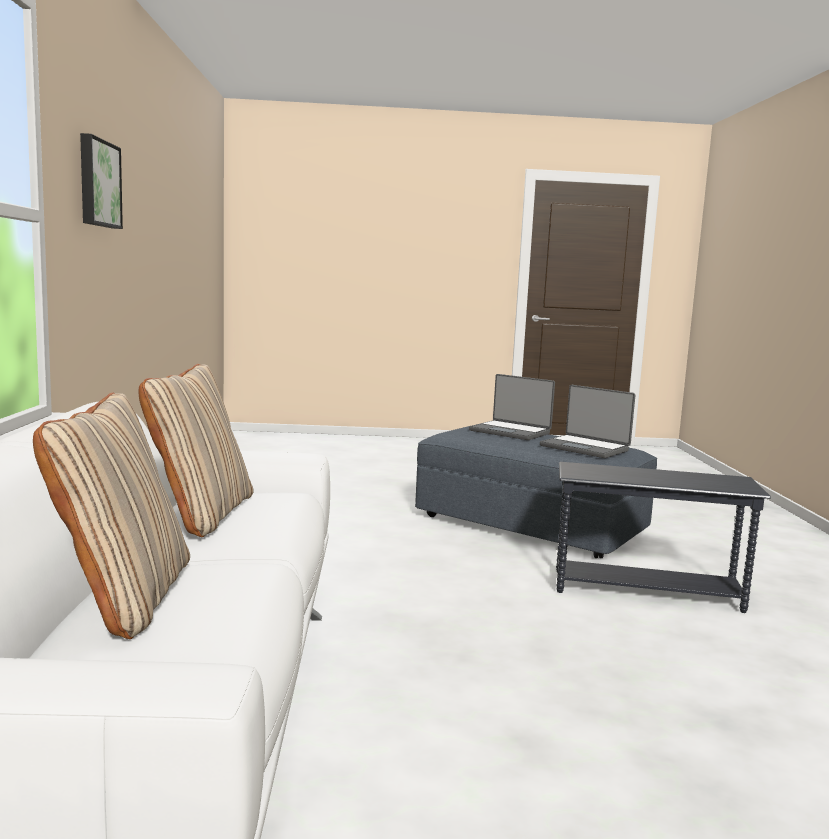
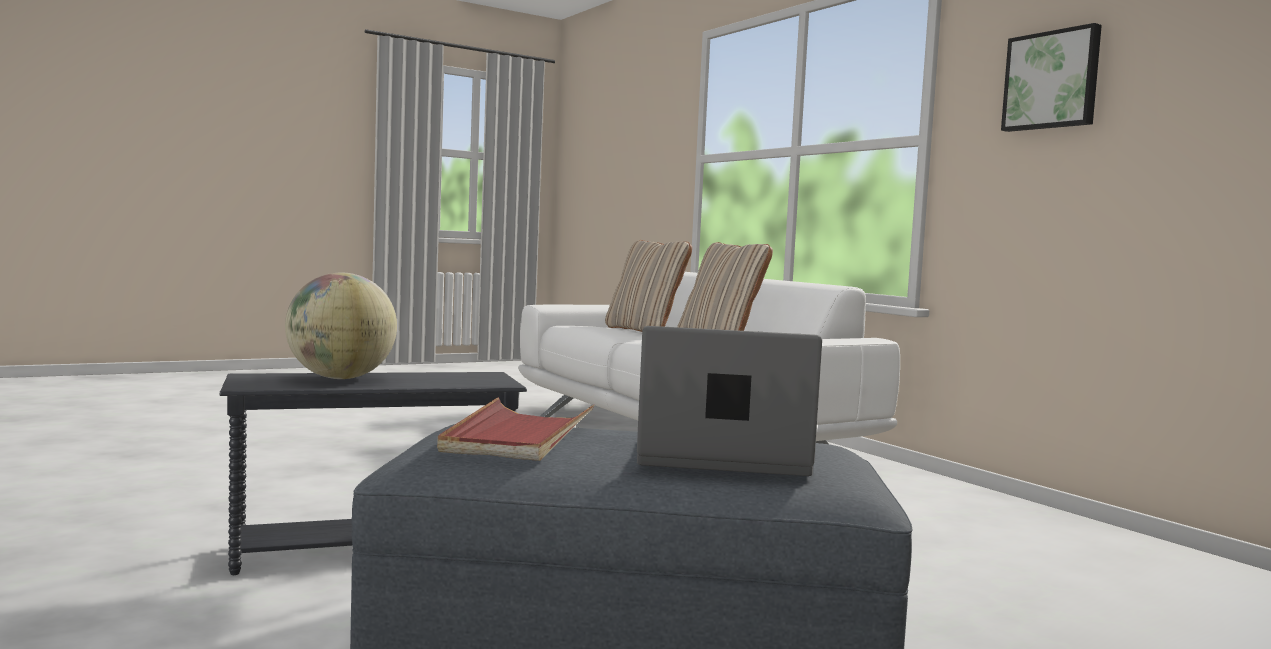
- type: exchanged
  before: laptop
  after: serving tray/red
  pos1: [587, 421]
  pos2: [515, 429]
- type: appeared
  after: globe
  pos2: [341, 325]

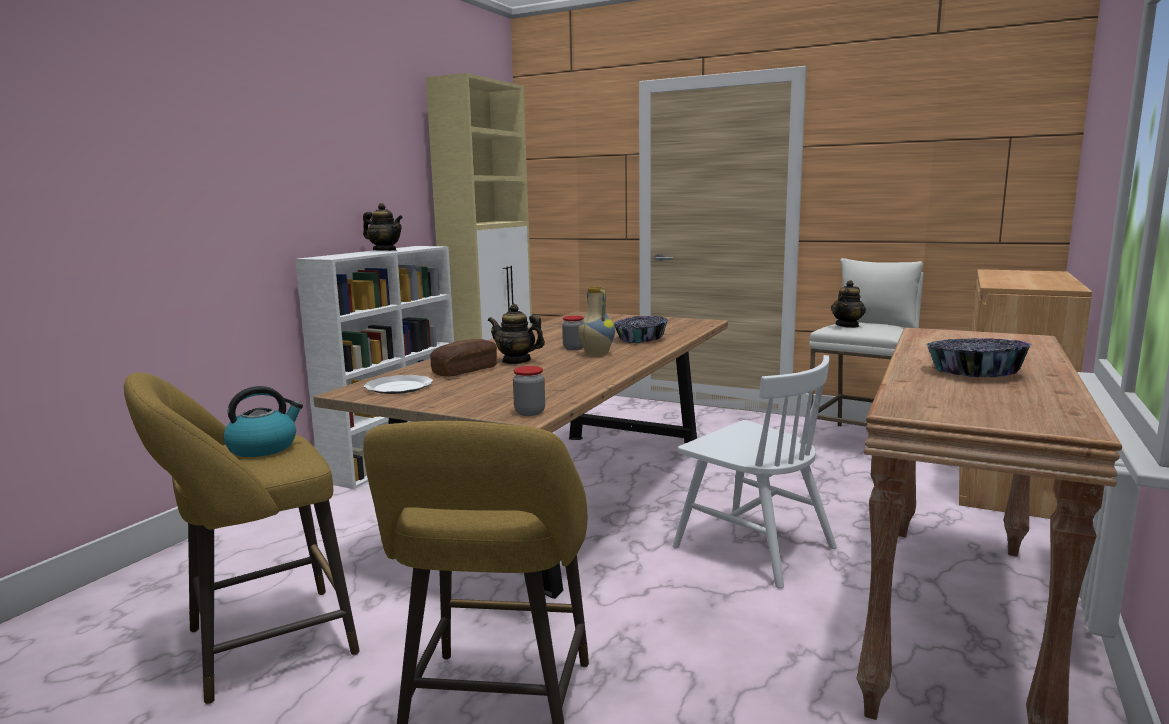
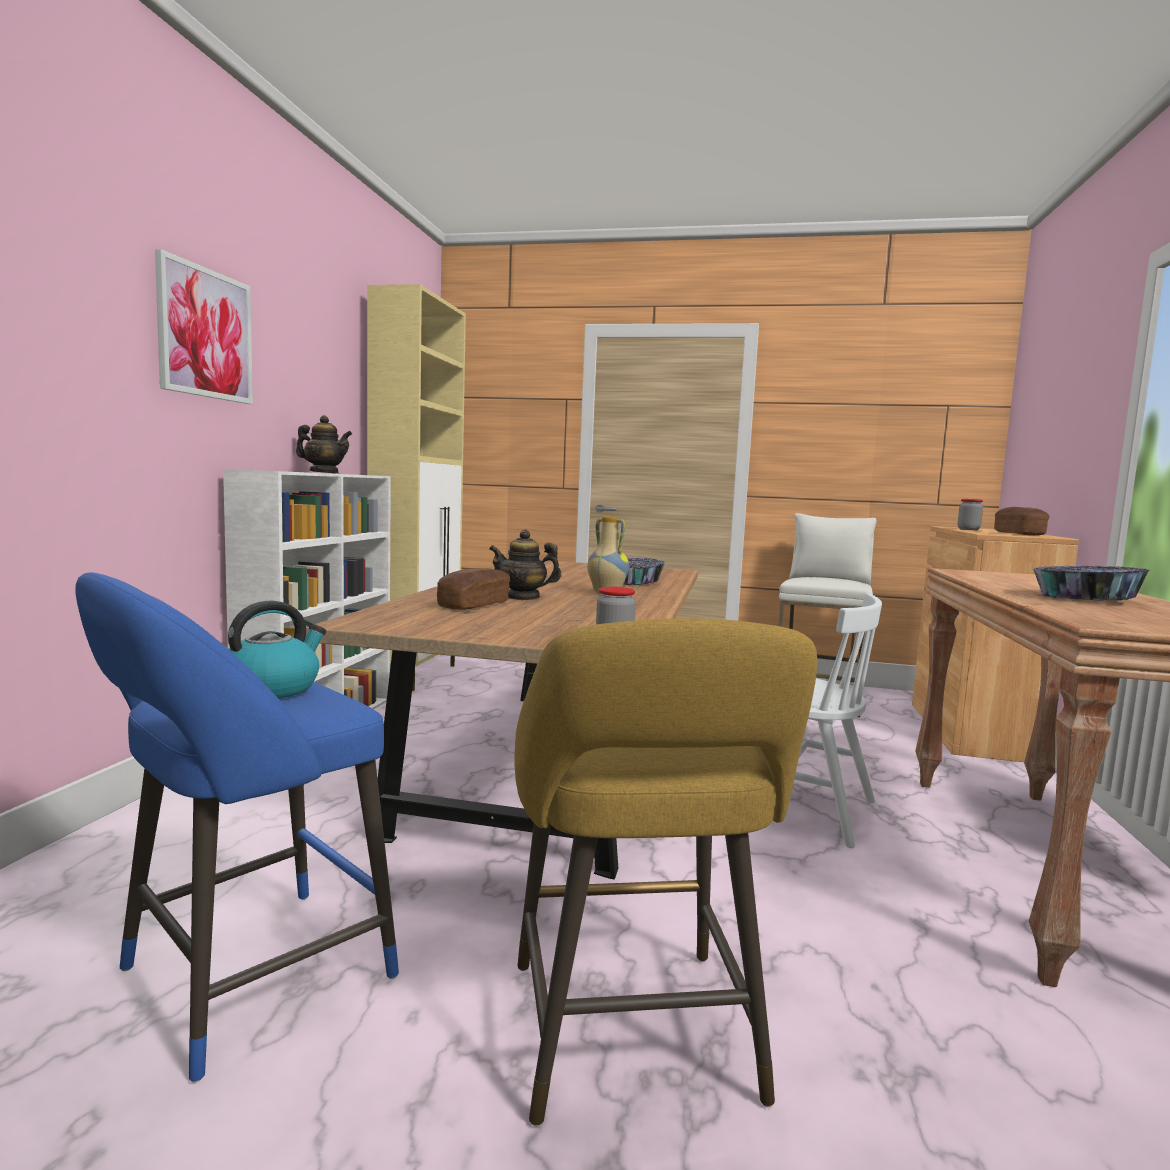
- type: missing
  before: pot for tea
  pos1: [848, 304]
- type: relocated
  before: preserve jar
  pos1: [573, 333]
  pos2: [970, 514]
- type: colour
  before: stool seat/yellowish
  after: stool seat/blue
  pos1: [242, 538]
  pos2: [237, 827]
- type: missing
  before: dinner plate
  pos1: [398, 384]
- type: appeared
  after: wall art
  pos2: [204, 326]
- type: appeared
  after: bakery bread
  pos2: [1022, 521]

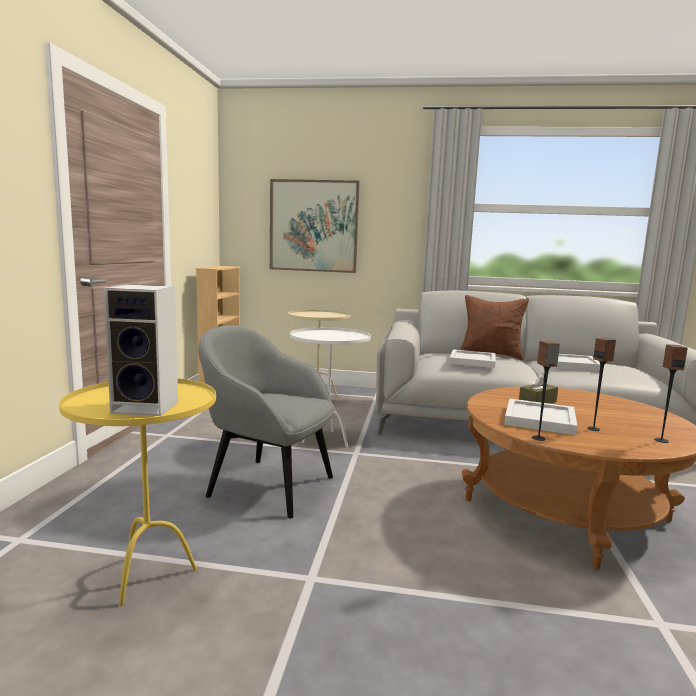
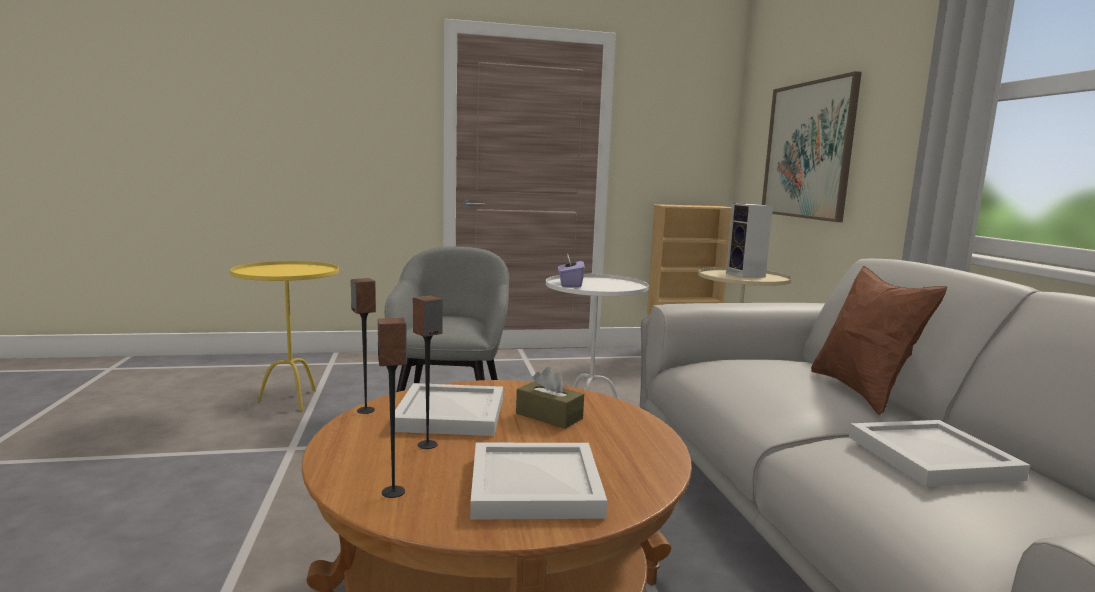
- type: relocated
  before: loudspeaker
  pos1: [140, 350]
  pos2: [749, 240]
- type: relocated
  before: serving tray/whitish
  pos1: [472, 358]
  pos2: [538, 481]
- type: appeared
  after: box of tissues/purplish
  pos2: [571, 271]

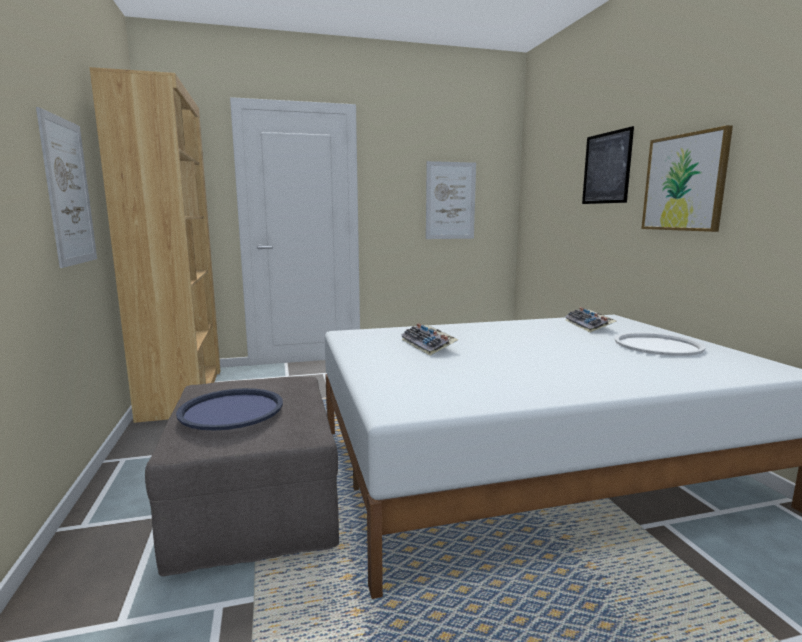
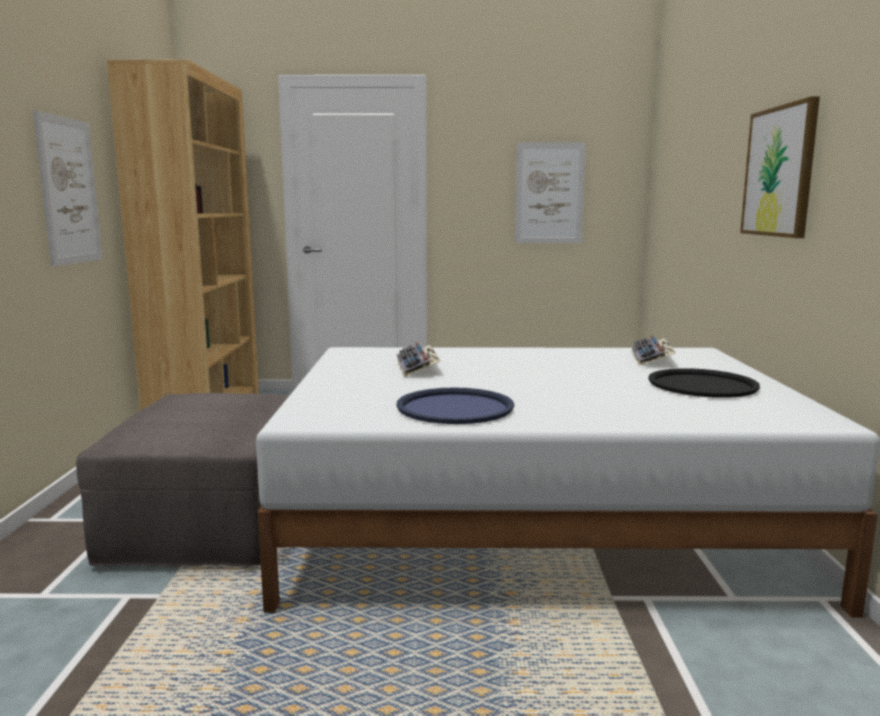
- type: missing
  before: wall art
  pos1: [608, 165]
- type: colour
  before: serving tray/whitish
  after: serving tray/blackish
  pos1: [660, 344]
  pos2: [704, 383]
- type: relocated
  before: serving tray/blue
  pos1: [229, 409]
  pos2: [455, 405]

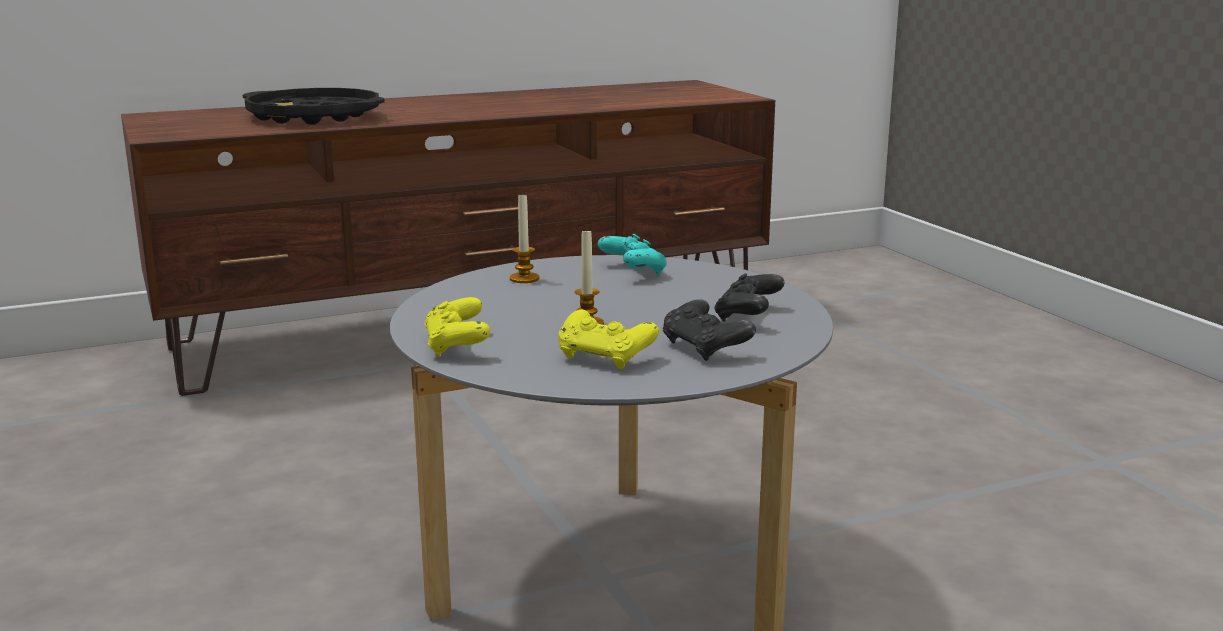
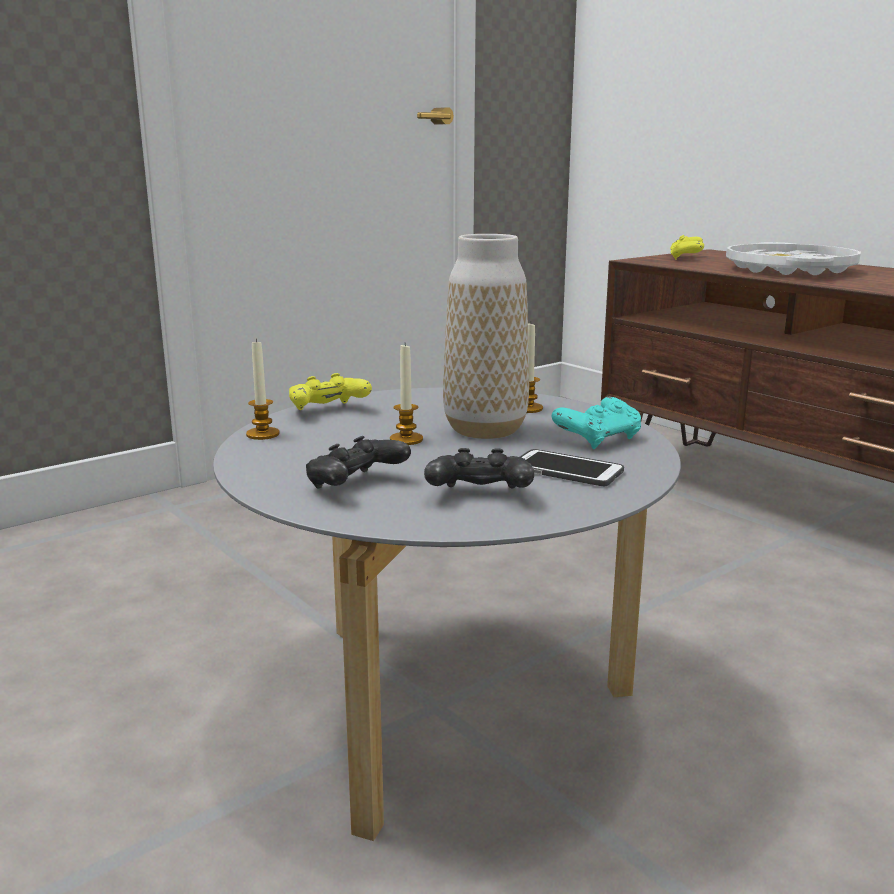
- type: colour
  before: serving tray/blackish
  after: serving tray/whitish
  pos1: [314, 106]
  pos2: [793, 258]
- type: relocated
  before: game controller/yellowish
  pos1: [609, 339]
  pos2: [687, 247]
- type: appeared
  after: decorative vase
  pos2: [486, 336]
- type: appeared
  after: candle
  pos2: [263, 389]
- type: appeared
  after: handset
  pos2: [572, 467]

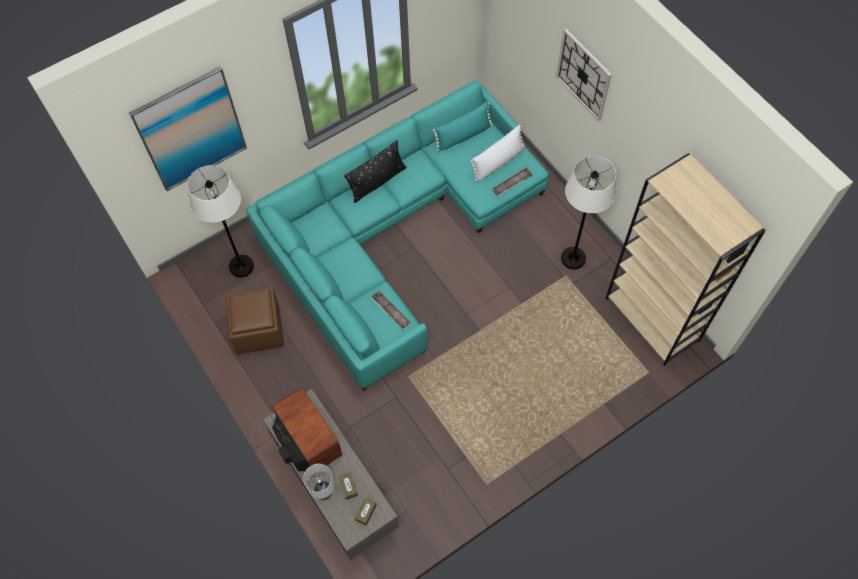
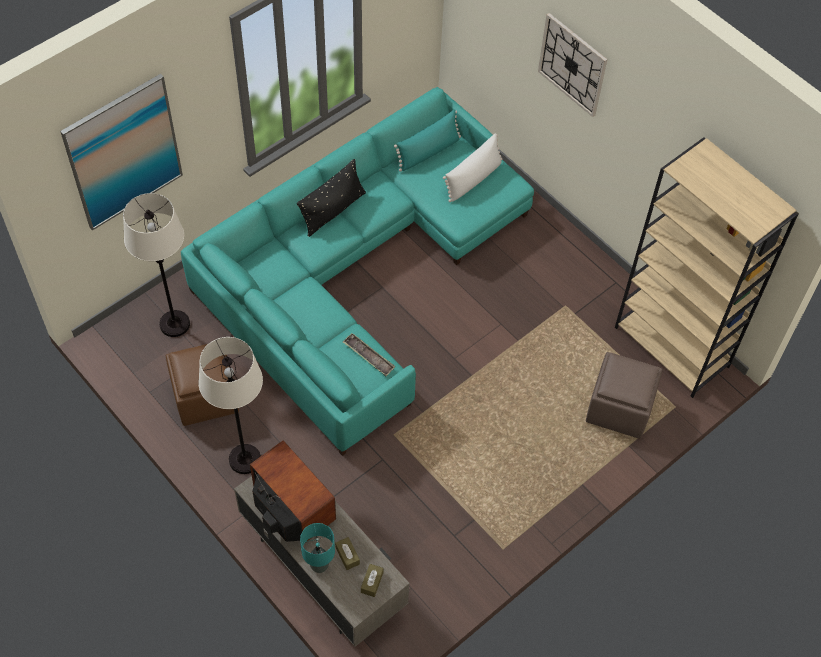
- type: relocated
  before: floor lamp/whitish
  pos1: [588, 212]
  pos2: [230, 405]
- type: missing
  before: serving tray
  pos1: [512, 181]
- type: colour
  before: lamp for a table/whitish
  after: lamp for a table/blue-green
  pos1: [319, 482]
  pos2: [317, 548]
- type: appeared
  after: pouffe/brown
  pos2: [624, 395]

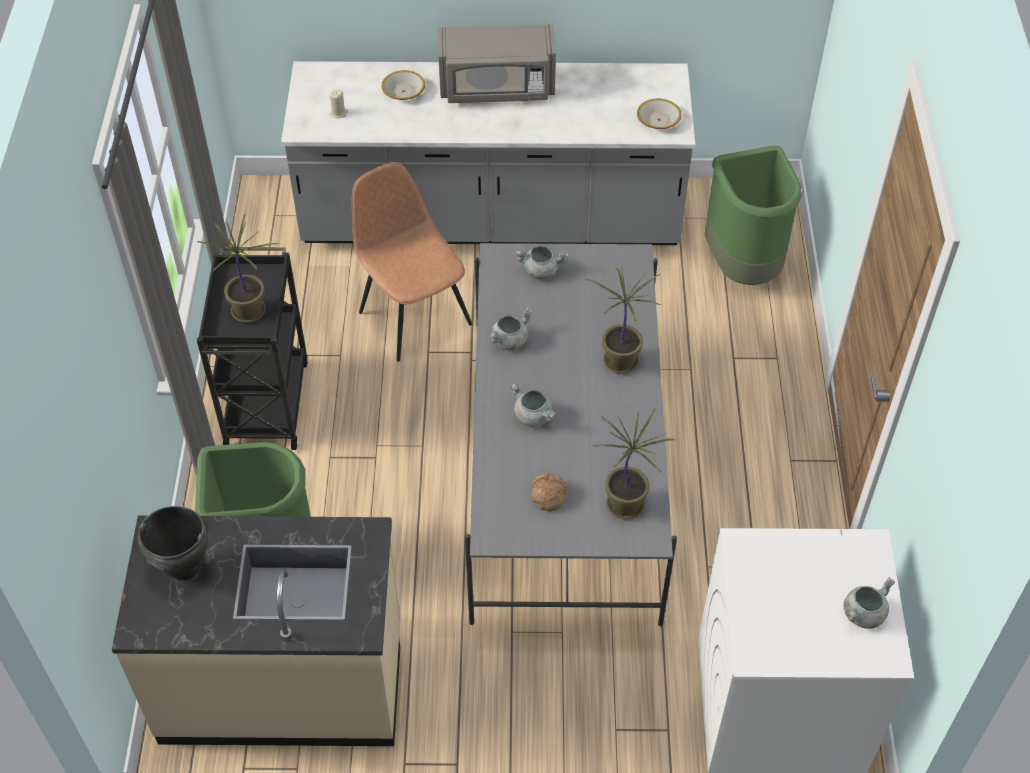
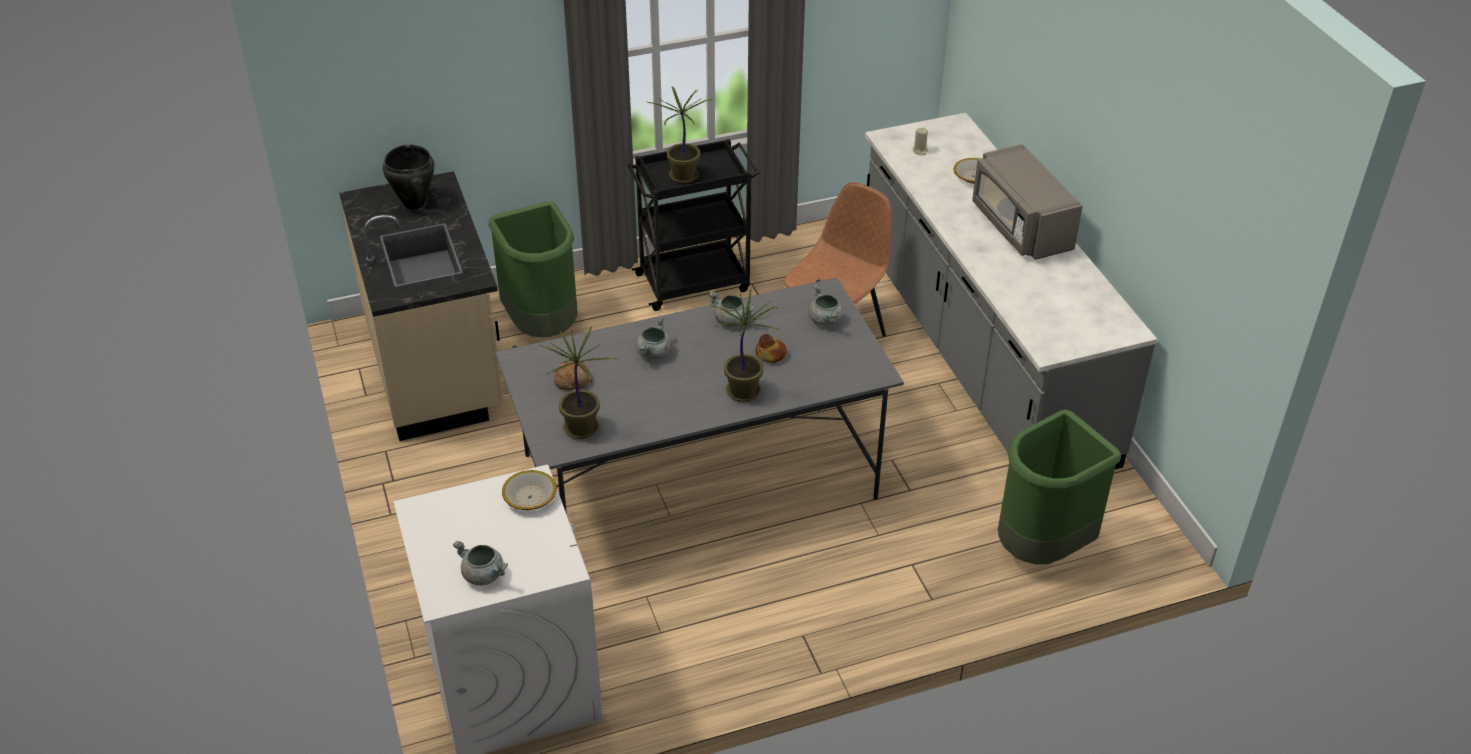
- type: relocated
  before: deep dish
  pos1: [659, 114]
  pos2: [529, 490]
- type: appeared
  after: bakery bread
  pos2: [771, 348]

